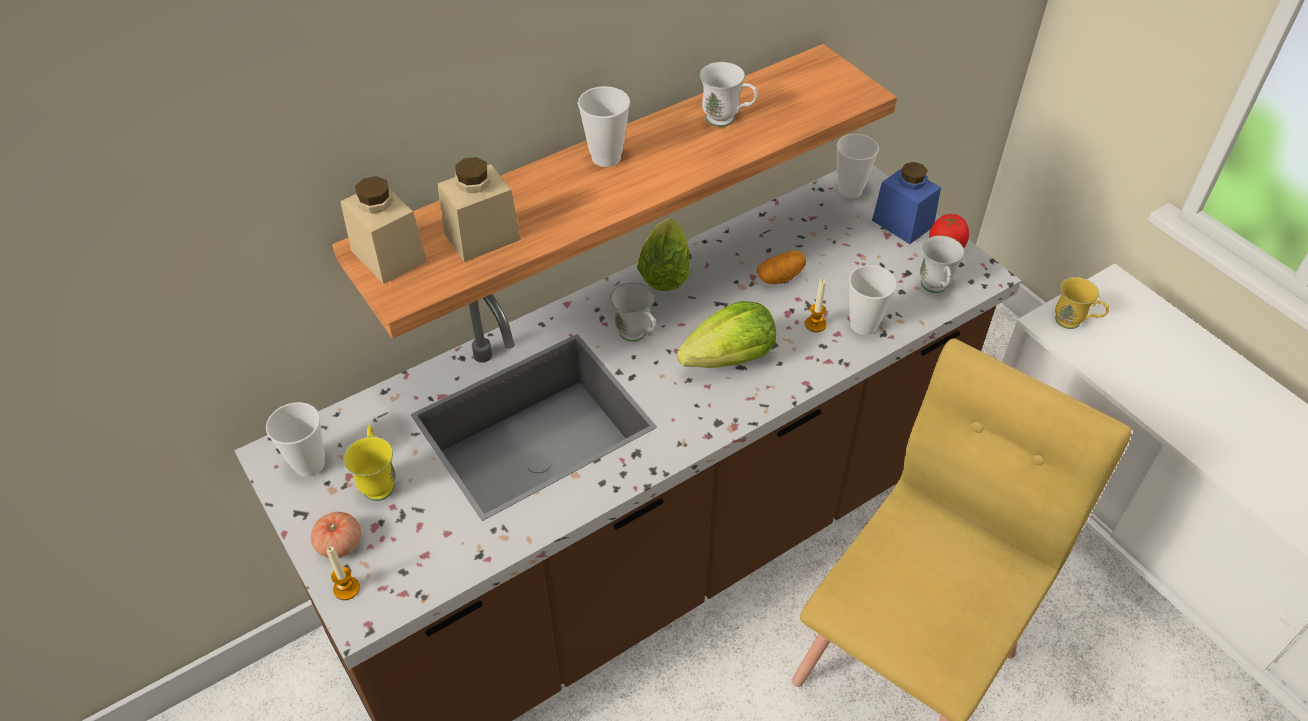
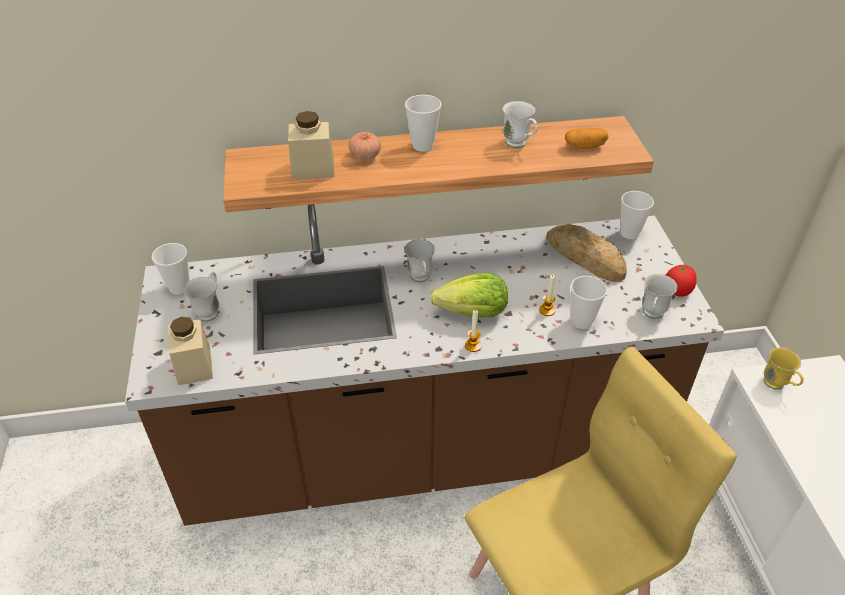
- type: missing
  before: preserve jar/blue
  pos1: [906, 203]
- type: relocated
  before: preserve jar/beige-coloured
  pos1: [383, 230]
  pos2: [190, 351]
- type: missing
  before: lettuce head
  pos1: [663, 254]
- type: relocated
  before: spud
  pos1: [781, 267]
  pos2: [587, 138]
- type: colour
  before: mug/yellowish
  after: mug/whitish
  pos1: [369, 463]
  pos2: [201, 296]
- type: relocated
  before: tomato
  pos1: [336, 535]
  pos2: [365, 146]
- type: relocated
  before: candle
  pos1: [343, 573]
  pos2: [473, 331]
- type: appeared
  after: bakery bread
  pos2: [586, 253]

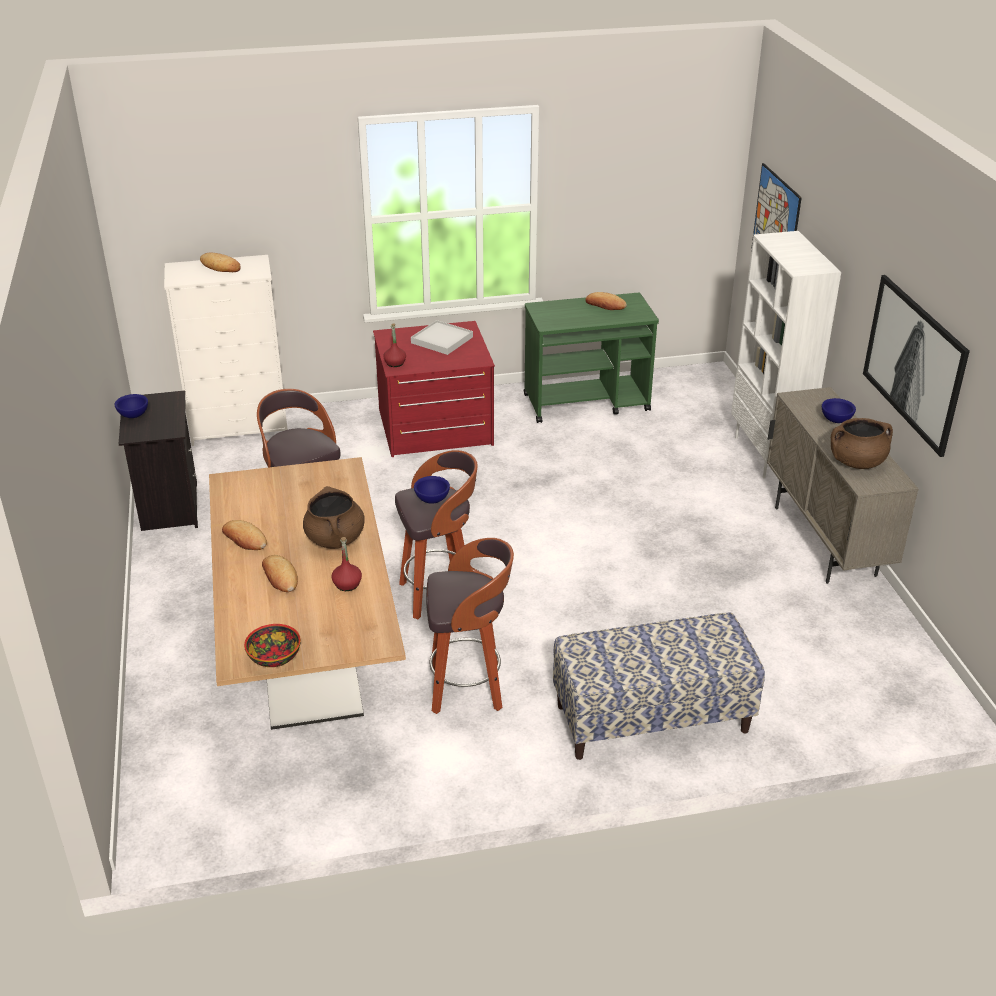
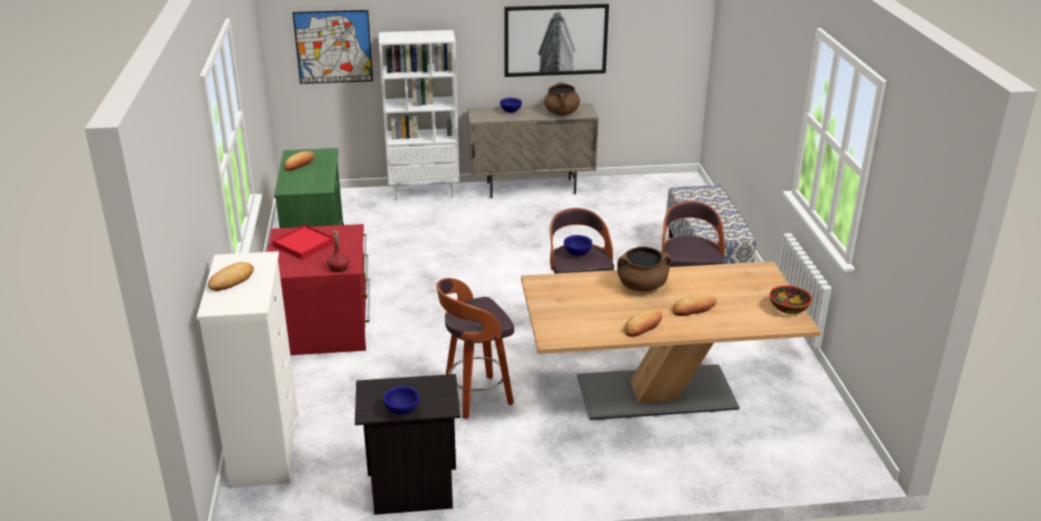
- type: colour
  before: serving tray/whitish
  after: serving tray/red
  pos1: [442, 337]
  pos2: [303, 242]
- type: missing
  before: beverage bottle/red
  pos1: [346, 564]

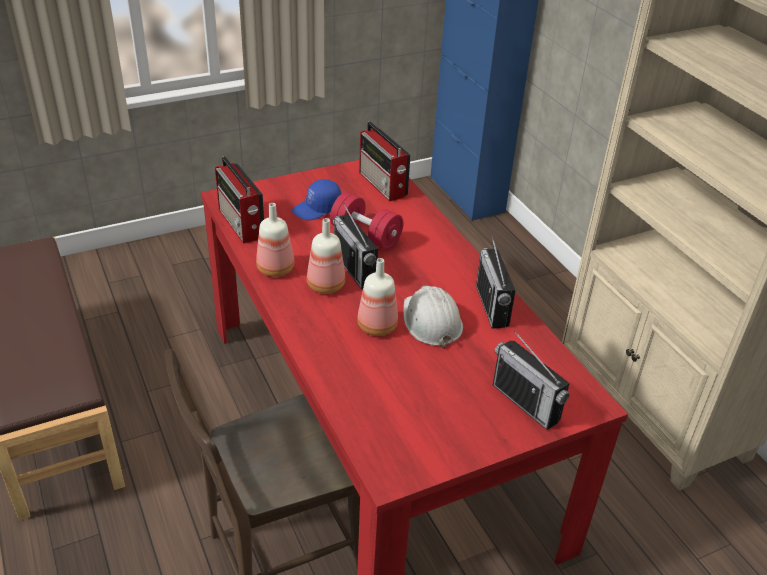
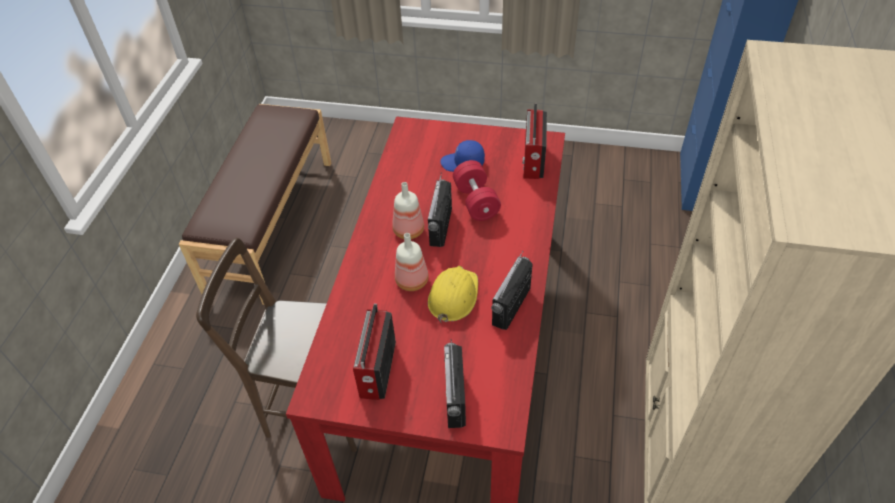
- type: relocated
  before: radio receiver
  pos1: [239, 200]
  pos2: [374, 352]
- type: missing
  before: beverage bottle
  pos1: [275, 240]
- type: colour
  before: hard hat/whitish
  after: hard hat/yellowish
  pos1: [433, 316]
  pos2: [453, 294]

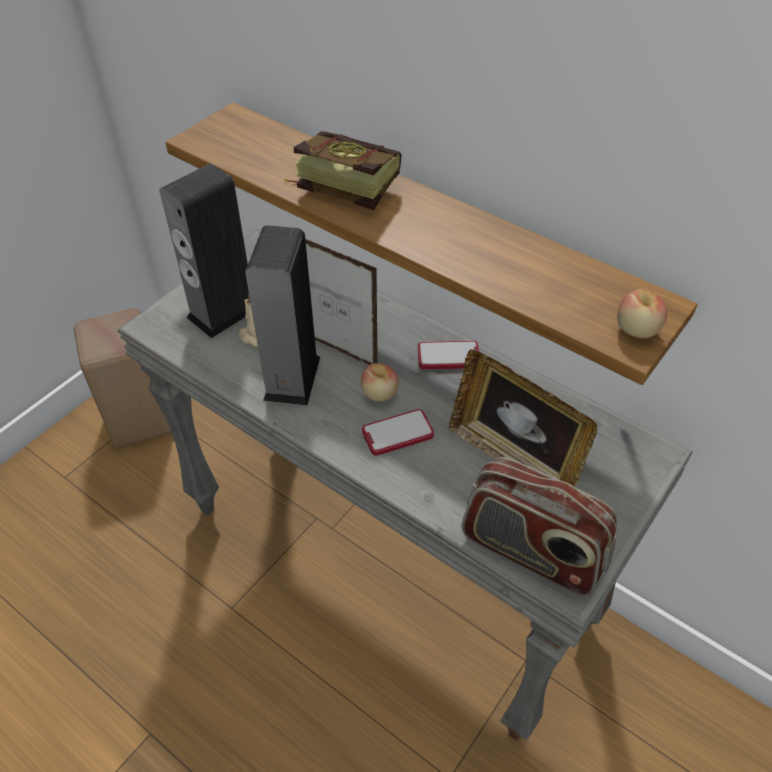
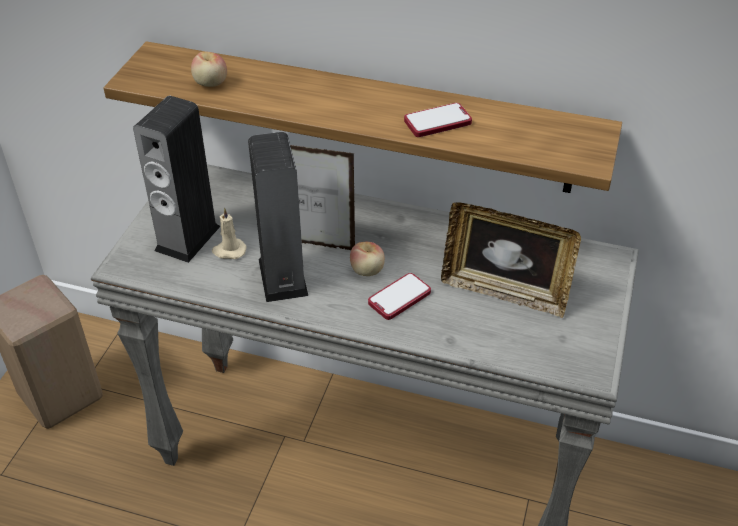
- type: missing
  before: volume
  pos1: [343, 170]
- type: relocated
  before: apple fruit
  pos1: [642, 313]
  pos2: [209, 69]
- type: relocated
  before: handset
  pos1: [448, 355]
  pos2: [438, 120]
- type: missing
  before: radio receiver
  pos1: [539, 526]

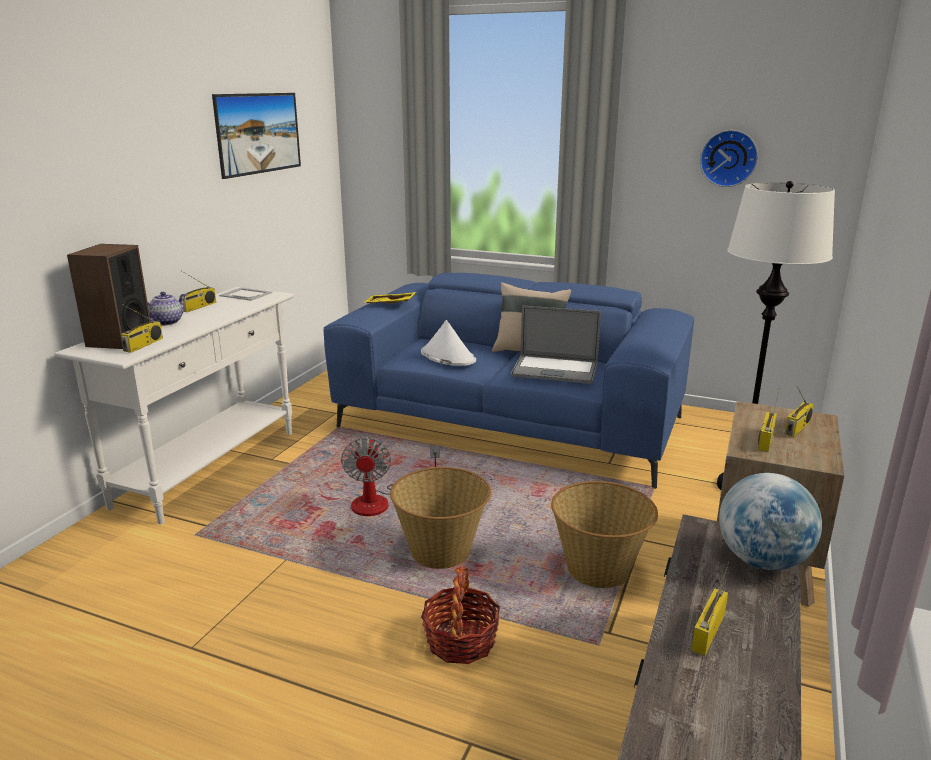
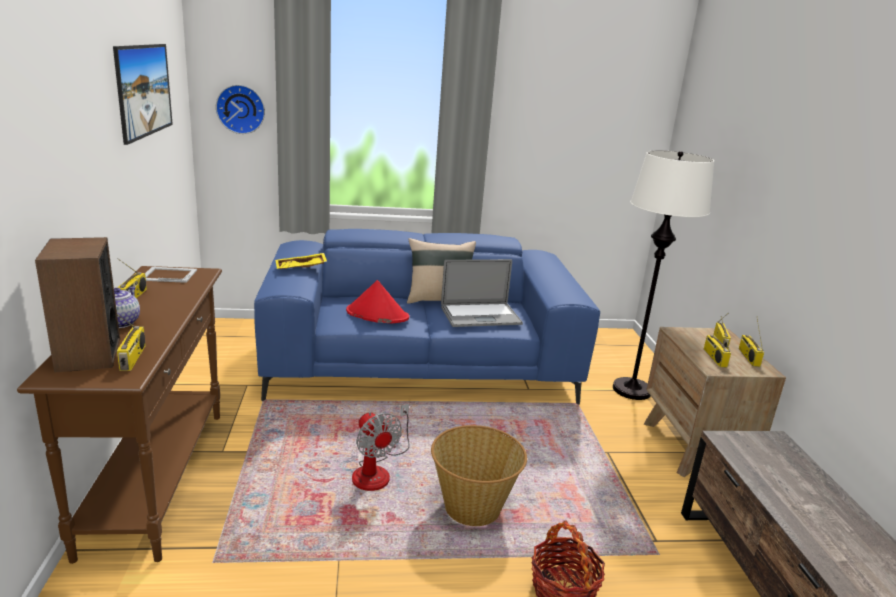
- type: relocated
  before: hanging clock
  pos1: [729, 158]
  pos2: [240, 109]
- type: colour
  before: console table/whitish
  after: console table/brown
  pos1: [174, 405]
  pos2: [119, 415]
- type: colour
  before: hat/whitish
  after: hat/red
  pos1: [448, 343]
  pos2: [377, 301]
- type: missing
  before: globe
  pos1: [770, 521]
- type: missing
  before: basket
  pos1: [604, 534]
- type: relocated
  before: radio receiver
  pos1: [710, 609]
  pos2: [751, 341]

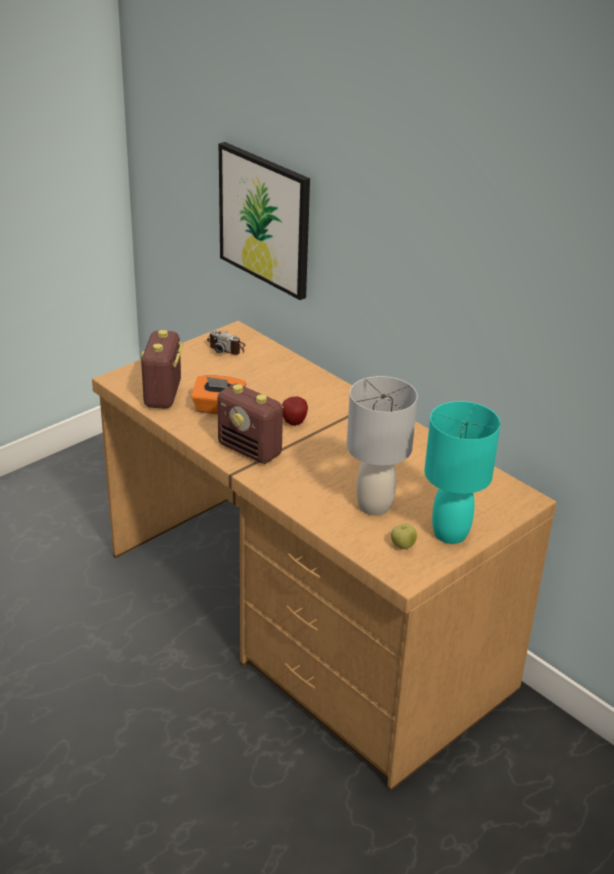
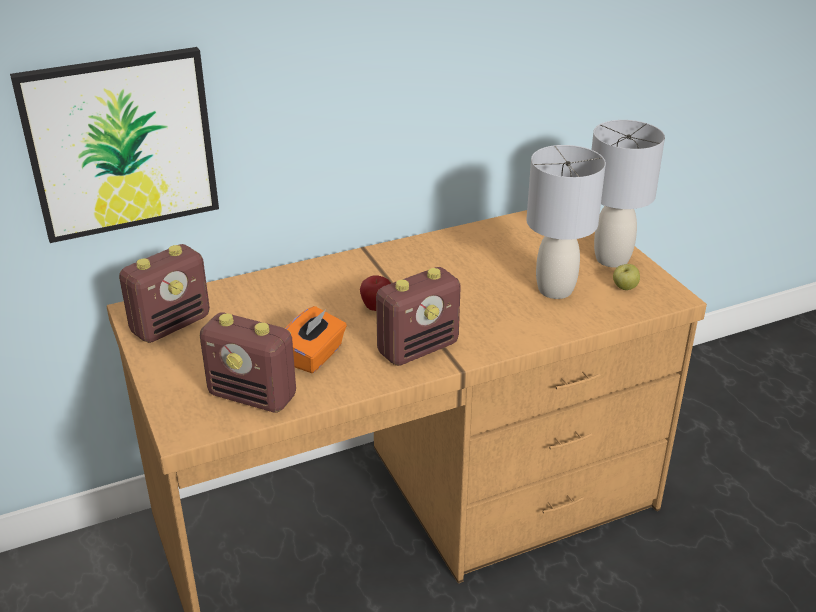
- type: exchanged
  before: photo camera
  after: radio receiver
  pos1: [226, 342]
  pos2: [164, 293]
- type: colour
  before: lamp for a table/blue-green
  after: lamp for a table/grey
  pos1: [462, 472]
  pos2: [628, 194]

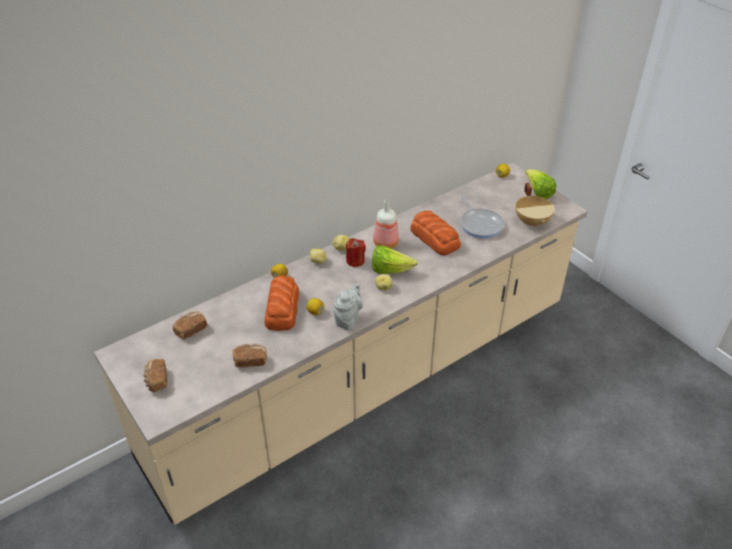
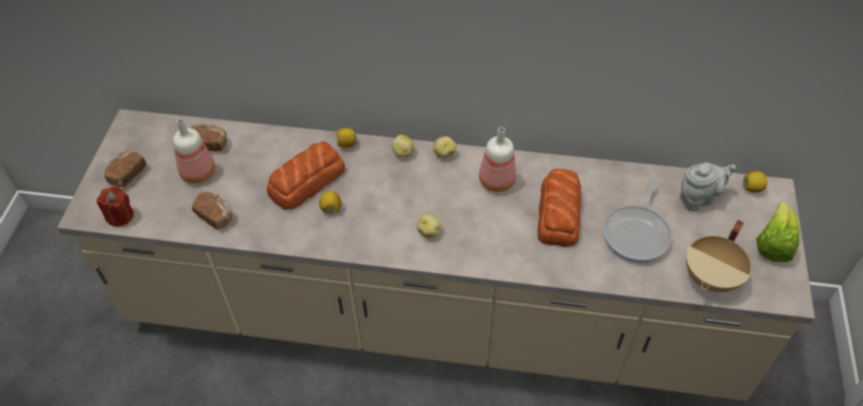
- type: relocated
  before: candle/red
  pos1: [356, 252]
  pos2: [115, 206]
- type: missing
  before: lettuce head
  pos1: [395, 259]
- type: relocated
  before: pot for tea/grey
  pos1: [348, 306]
  pos2: [708, 186]
- type: appeared
  after: beverage bottle
  pos2: [194, 151]

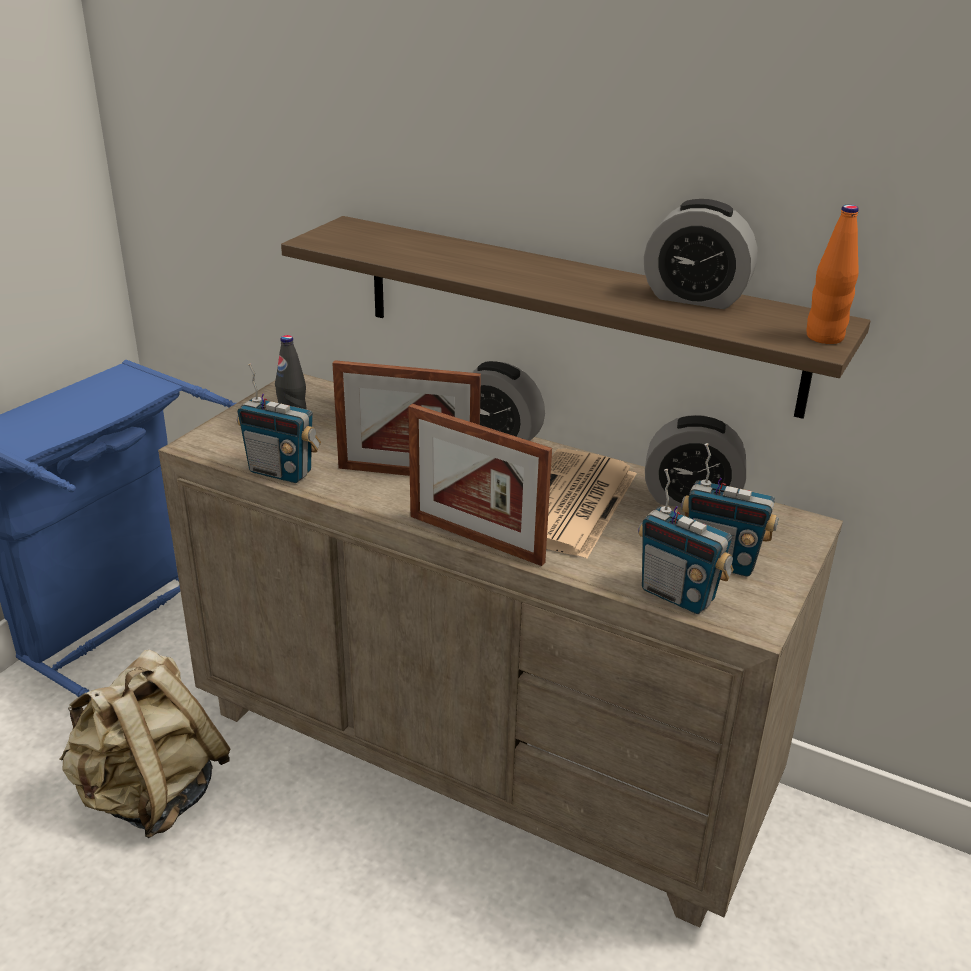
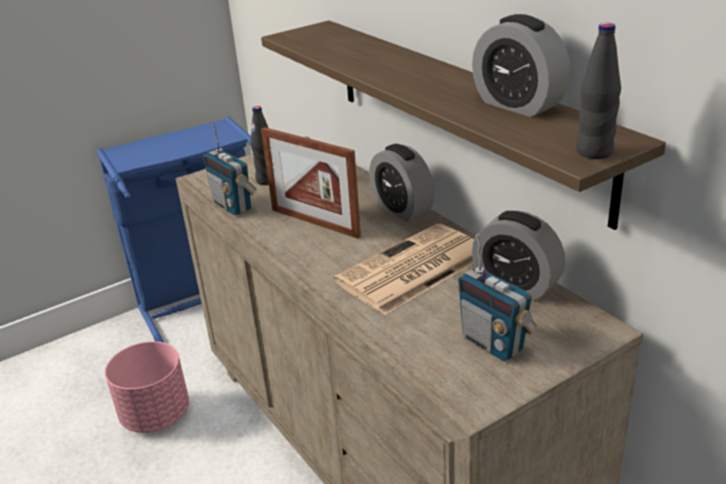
- type: colour
  before: beverage bottle/orange
  after: beverage bottle/blackish
  pos1: [832, 274]
  pos2: [599, 91]
- type: missing
  before: picture frame
  pos1: [480, 485]
- type: missing
  before: radio receiver
  pos1: [686, 541]
- type: exchanged
  before: knapsack/beige-coloured
  after: flower pot/pink
  pos1: [145, 744]
  pos2: [147, 387]

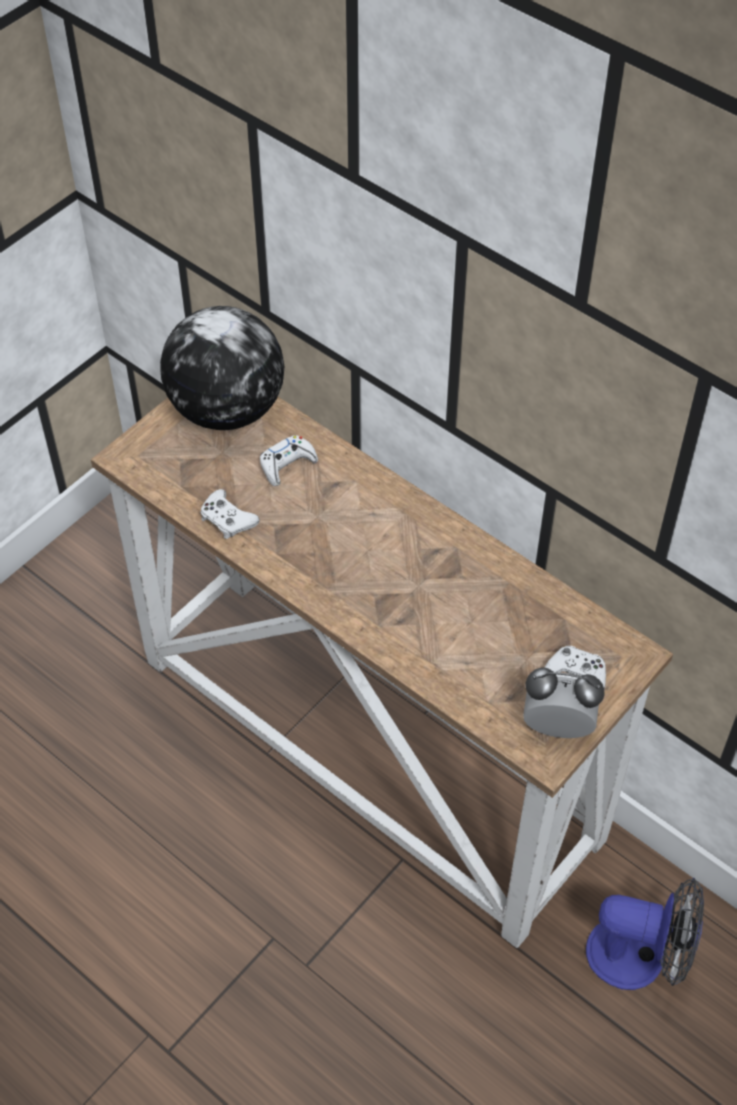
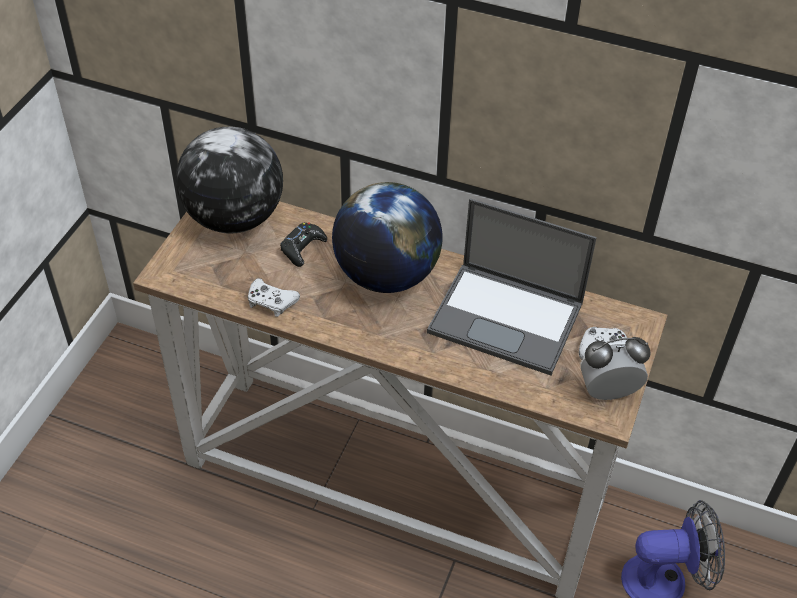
- type: colour
  before: game controller/whitish
  after: game controller/blackish
  pos1: [289, 460]
  pos2: [303, 244]
- type: appeared
  after: globe
  pos2: [387, 237]
- type: appeared
  after: laptop
  pos2: [512, 286]

